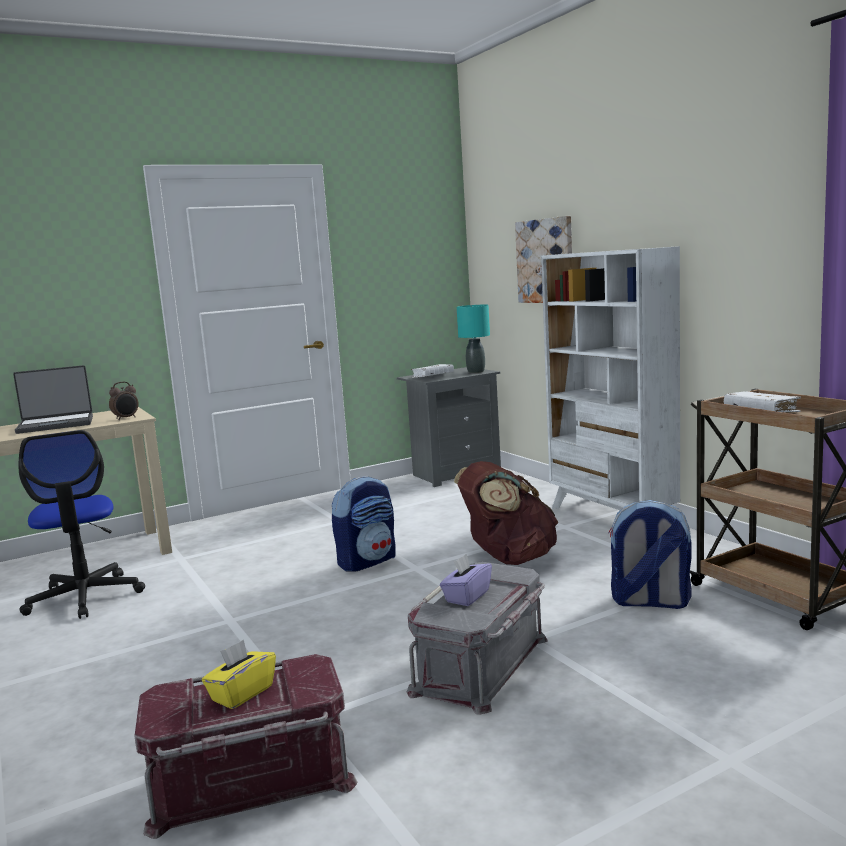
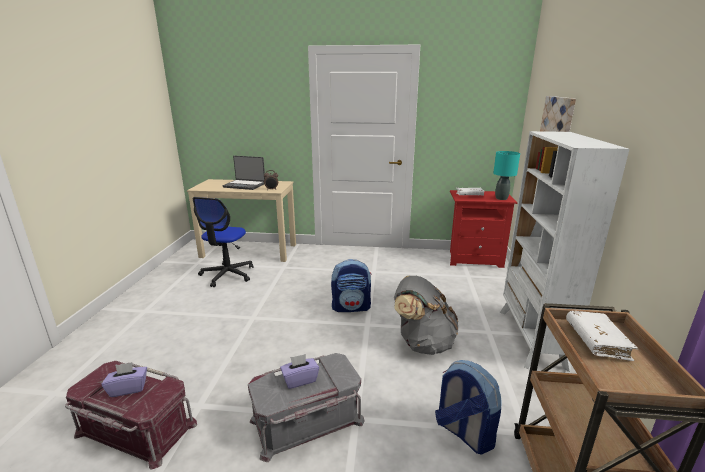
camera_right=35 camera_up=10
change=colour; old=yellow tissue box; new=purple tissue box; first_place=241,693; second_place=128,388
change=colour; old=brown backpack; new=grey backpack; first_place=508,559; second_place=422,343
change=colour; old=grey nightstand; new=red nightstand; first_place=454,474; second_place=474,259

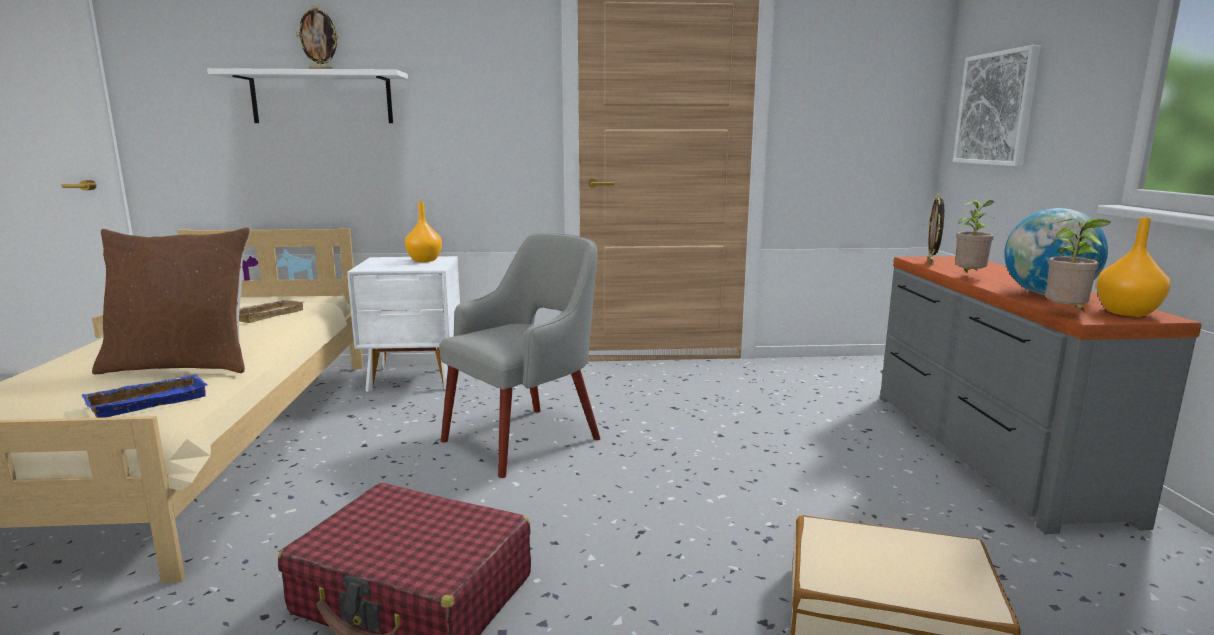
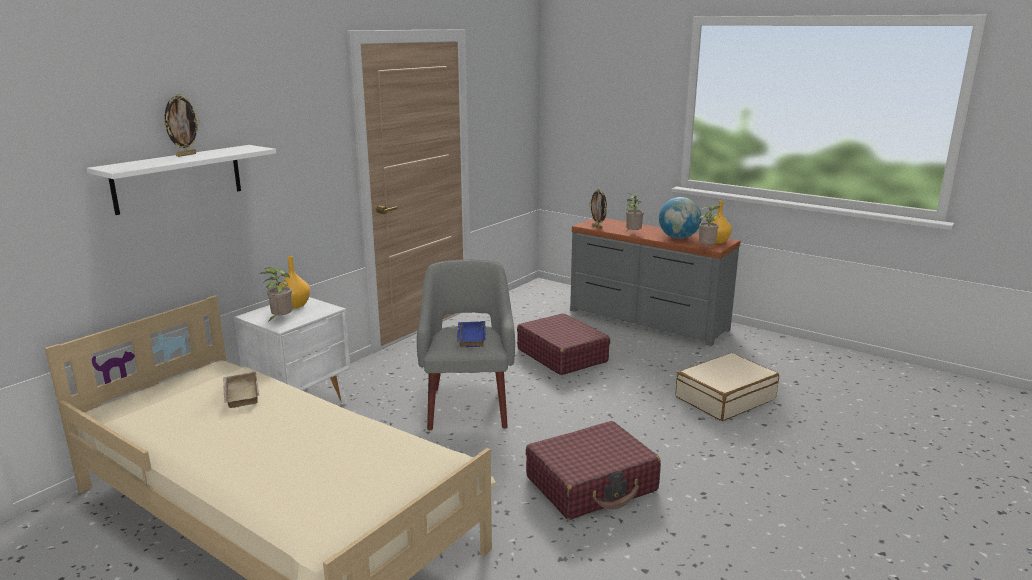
camera_right=-50 camera_up=5
change=appeared; new=potted plant; second_place=280,320
change=relocated; old=blue tray; first_place=149,401; second_place=470,337
change=appeared; new=red suitcase; second_place=562,355
change=missing; old=brown pillow; first_place=183,366
change=missing; old=picture; first_place=996,109

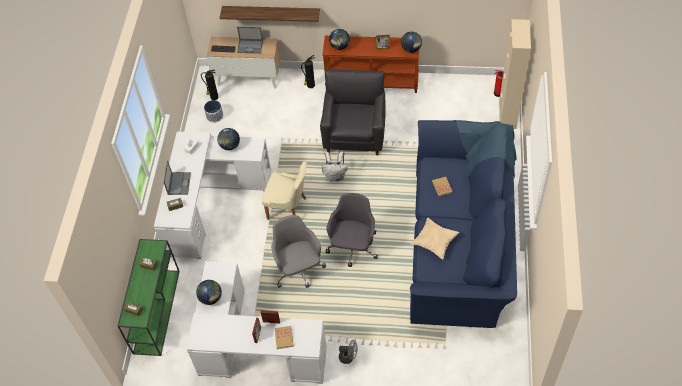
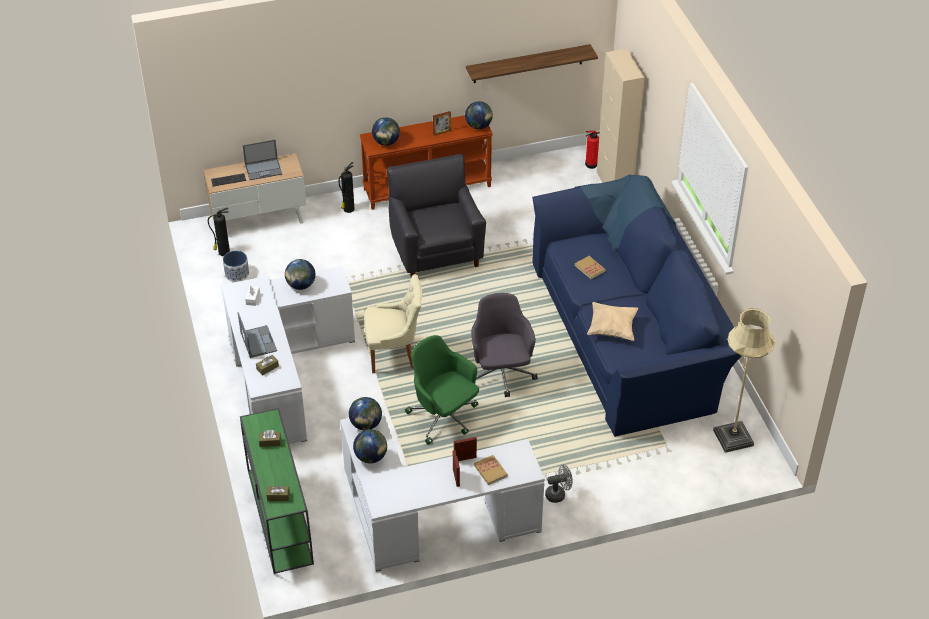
camera_right=-25 camera_up=-10
change=appeared; new=globe; second_place=366,425
change=colour; old=grey office chair; new=green office chair; first_place=298,269; second_place=444,417
change=relocated; old=shelf; first_place=271,13; second_place=528,64
change=appeared; new=beige floor lamp; second_place=733,438
change=missing; old=white backpack; first_place=335,176

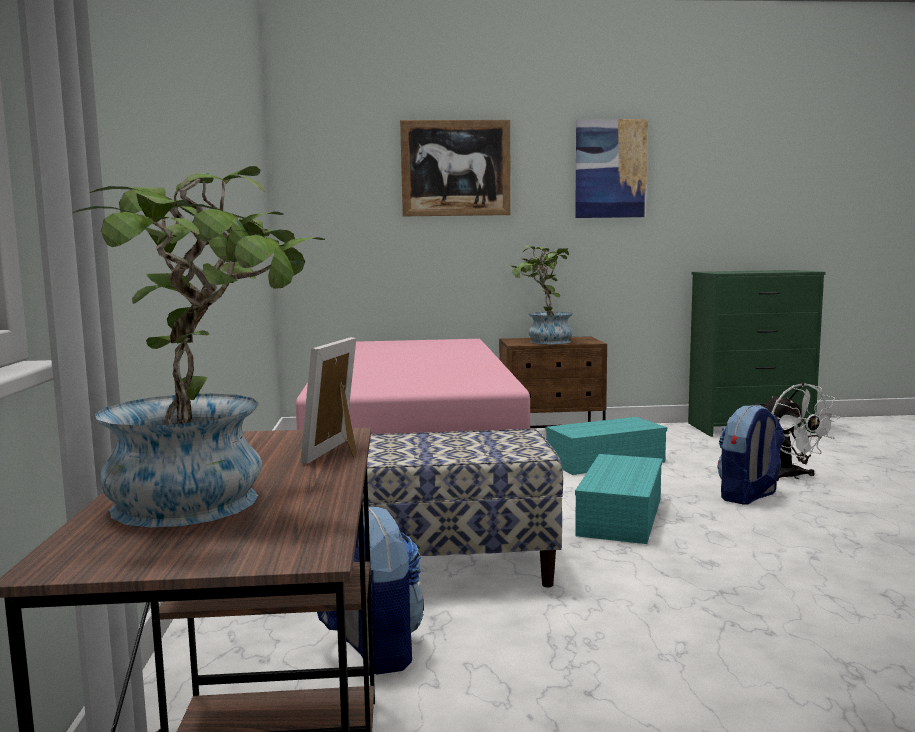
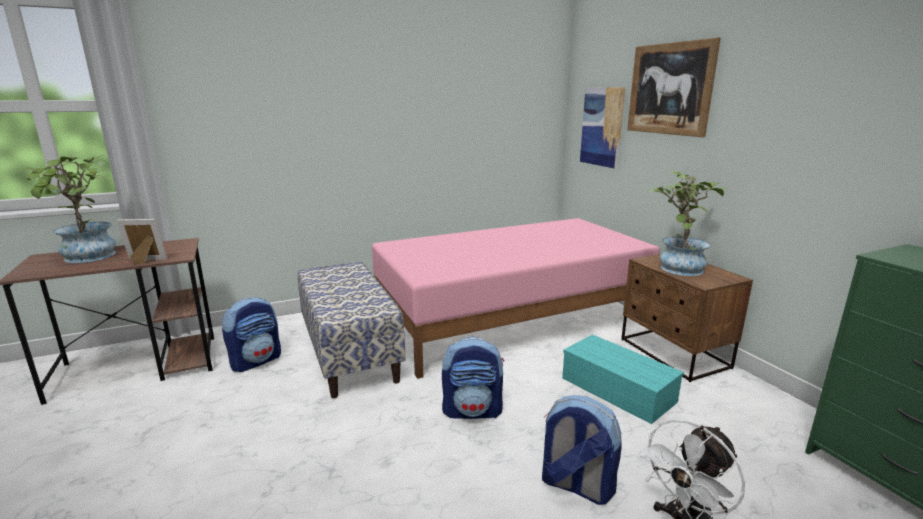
camera_right=70 camera_up=10
change=exchanged; old=turquoise storage box; new=backpack; first_place=619,515; second_place=473,410
change=relocated; old=picture; first_place=610,169; second_place=602,127

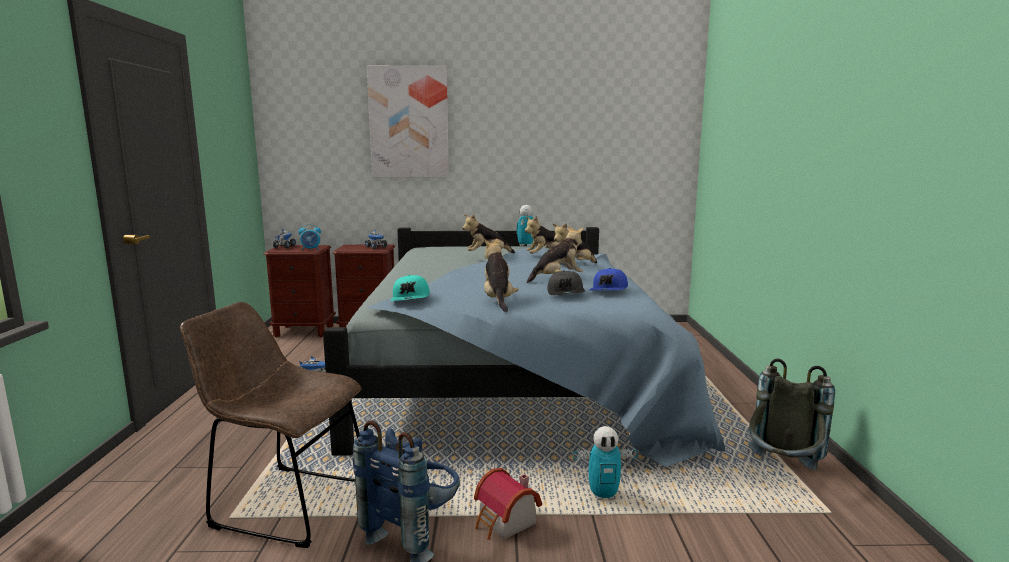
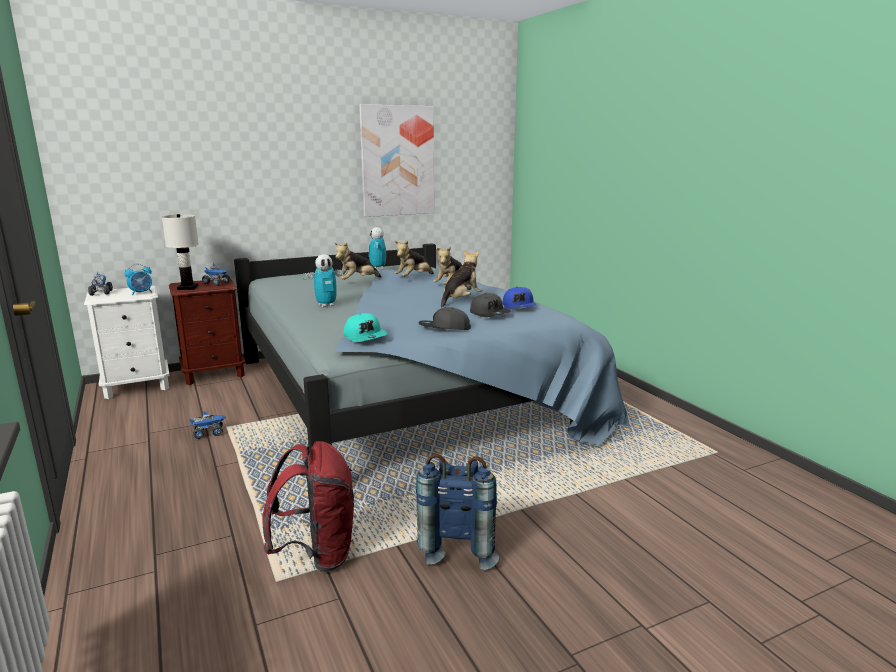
camera_right=-25 camera_up=5
change=colour; old=brown nightstand; new=white nightstand; first_place=304,331; second_place=137,386
change=appeared; new=white table lamp; second_place=187,287
change=exchanged; old=brown chair; new=red backpack; first_place=285,503; second_place=317,554
change=relocated; old=toy robot; first_place=603,496; second_place=326,305
change=relocated; old=picture; first_place=409,122; second_place=397,161
change=exchanged; old=plush toy; new=grey cap; first_place=498,301; second_place=444,328
change=missing; old=toy house; first_place=505,523
change=missing; old=grey backpack; first_place=782,471

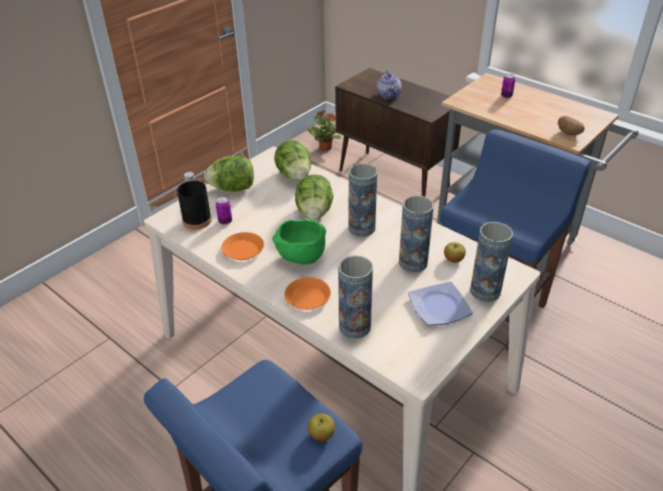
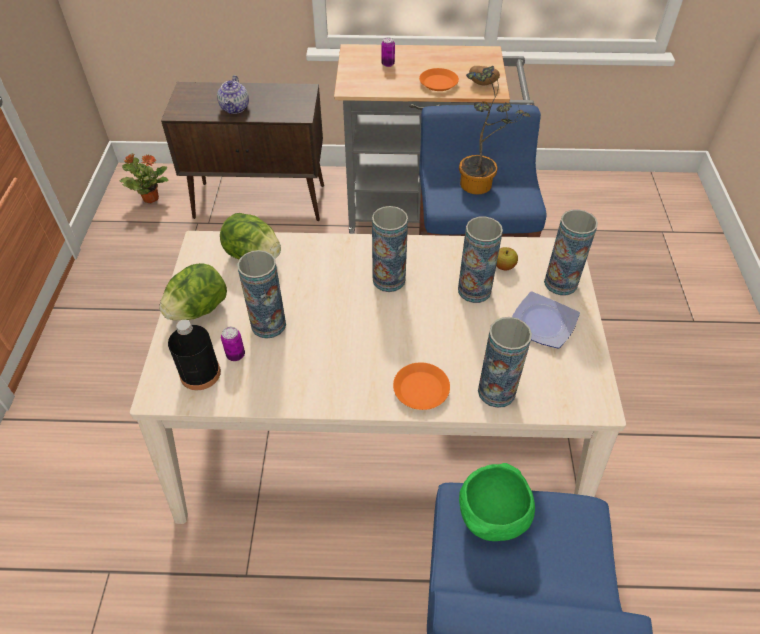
camera_right=-40 camera_up=10
change=spun; old=teapot; first_place=389,95; second_place=235,108; degrees=45
change=appeared; new=vase; second_place=268,324
change=relocated; old=orange plate; first_place=243,249; second_place=438,83
change=appeared; new=potted plant; second_place=481,184
change=relocated; old=green bowl; first_place=300,258; second_place=492,519
change=missing; old=lettuce; first_place=314,213
change=missing; old=apple; first_place=321,434

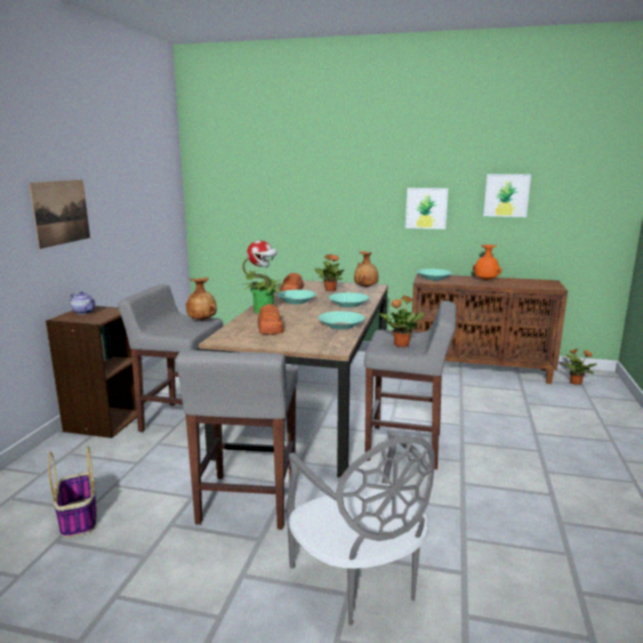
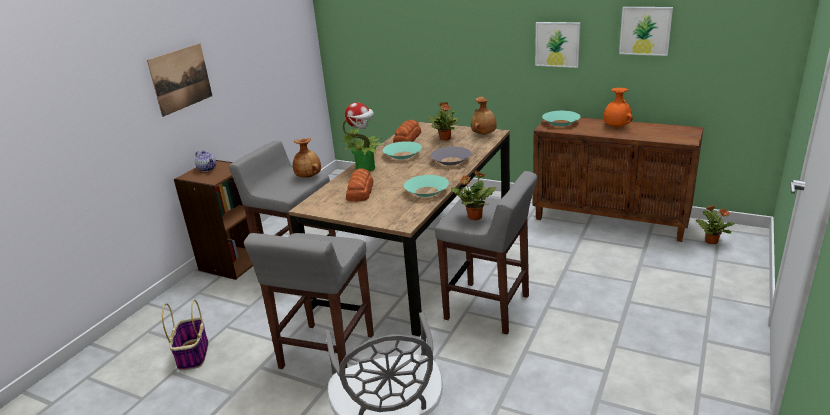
camera_right=15 camera_up=10
change=colour; old=turquoise bowl; new=grey bowl; first_place=348,304; second_place=451,161

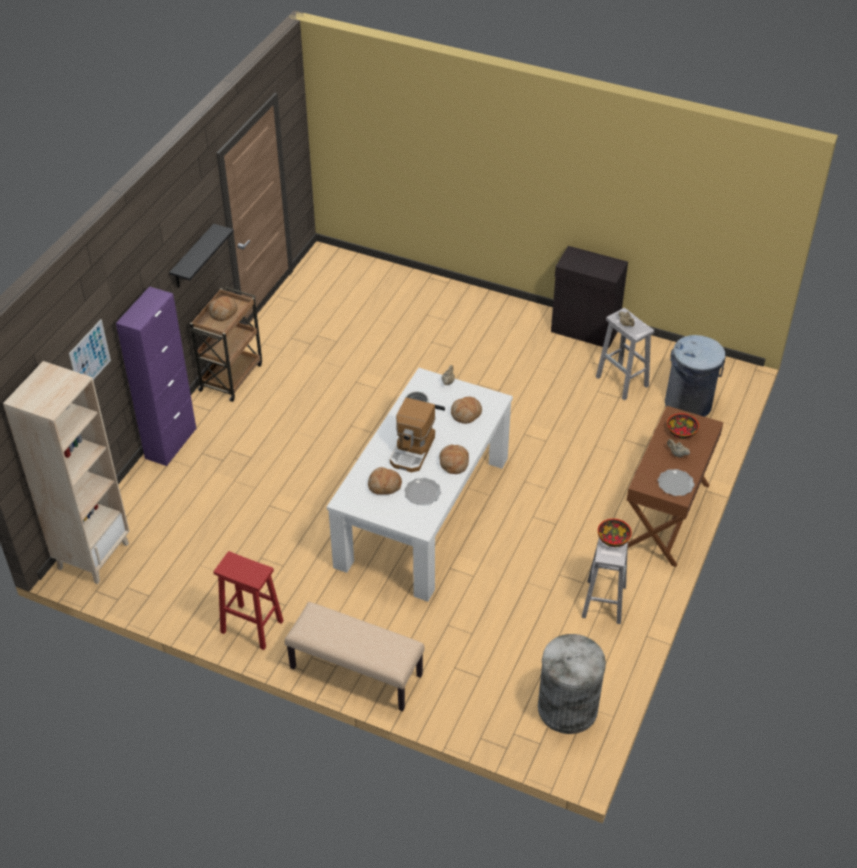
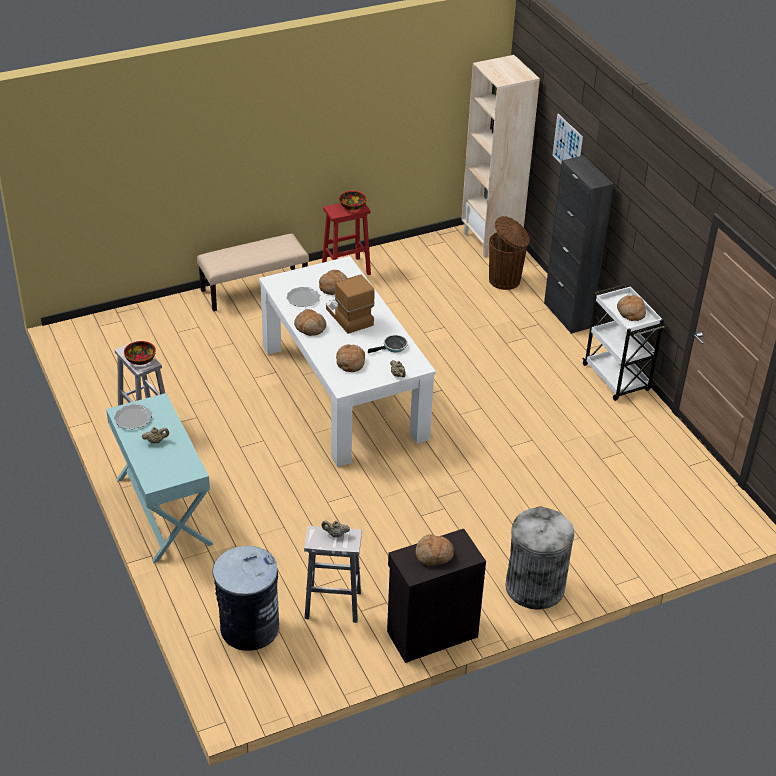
camera_right=130 camera_up=-5
change=colour; old=brown console table; new=turquoise console table; first_place=666,516; second_place=163,511
change=relocated; old=bowl; first_place=681,432; second_place=352,206
change=appeared; new=bread; second_place=434,555
change=appeared; new=brown trash can; second_place=505,280
change=relocated; old=grey trash can; first_place=567,708; second_place=534,586
change=colour; old=purple cabinet; new=black cabinet; first_place=171,443; second_place=567,315
change=colour; old=brown cart; new=white cart; first_place=231,376; second_place=616,379
change=missing; old=black shelf; first_place=193,258

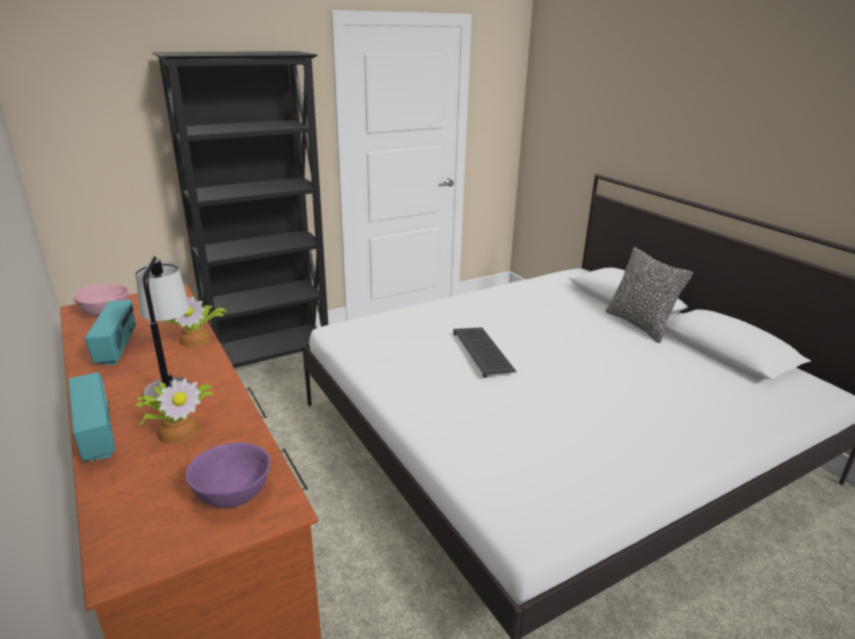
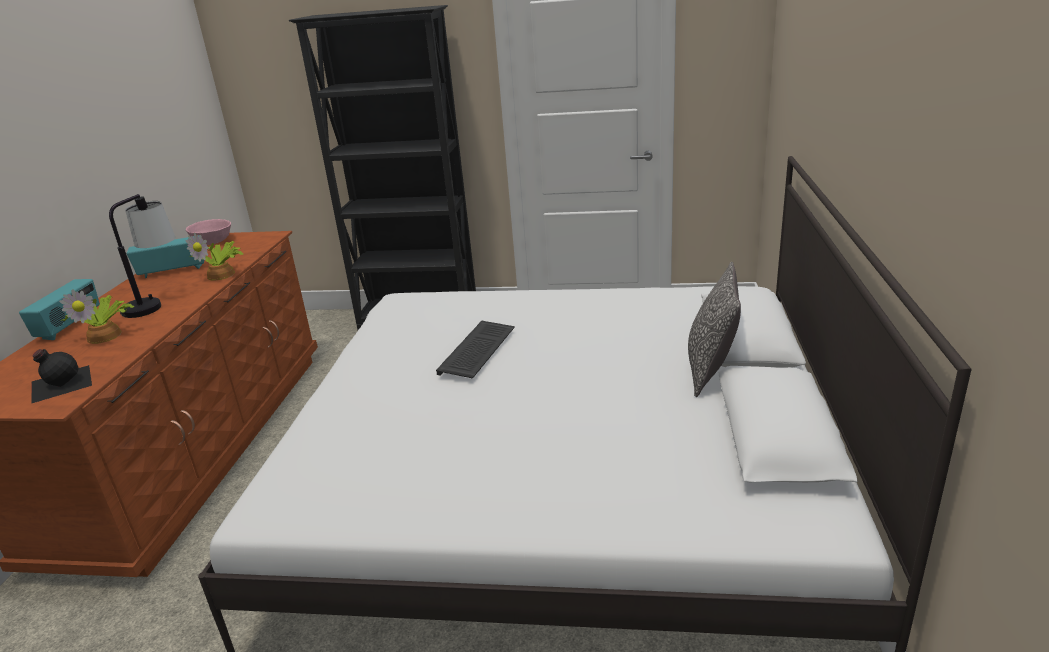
camera_right=40 camera_up=0
change=exchanged; old=purple bowl; new=black bottle; first_place=232,491; second_place=60,383
change=spun; old=radio; first_place=118,348; second_place=173,271; degrees=-135

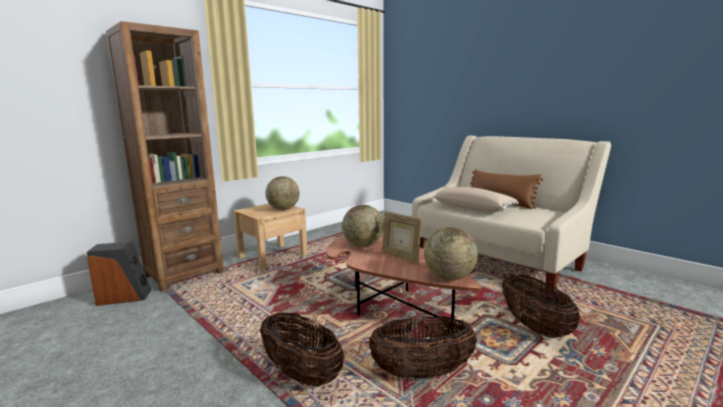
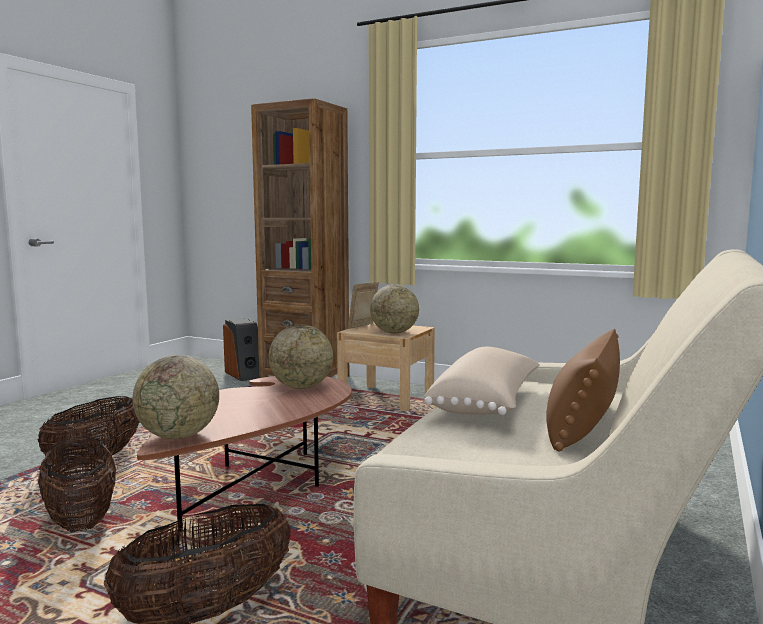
camera_right=70 camera_up=-5
change=relocated; old=picture frame; first_place=400,257; second_place=363,327

